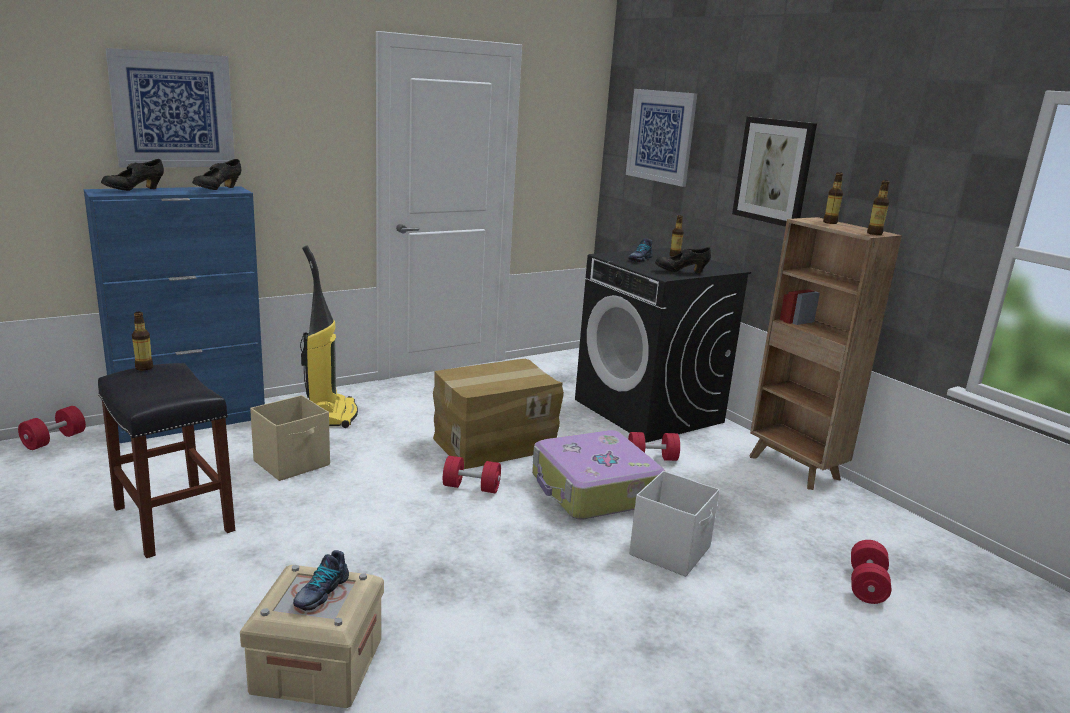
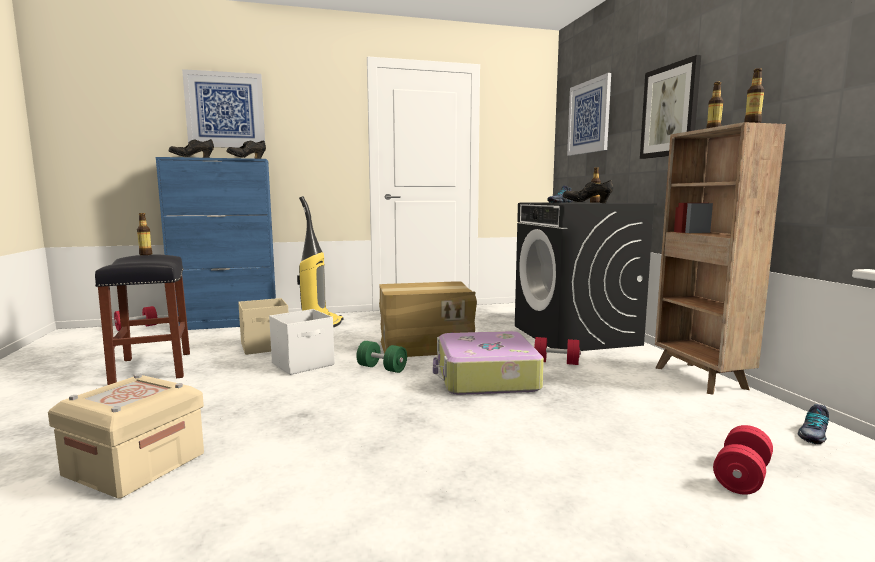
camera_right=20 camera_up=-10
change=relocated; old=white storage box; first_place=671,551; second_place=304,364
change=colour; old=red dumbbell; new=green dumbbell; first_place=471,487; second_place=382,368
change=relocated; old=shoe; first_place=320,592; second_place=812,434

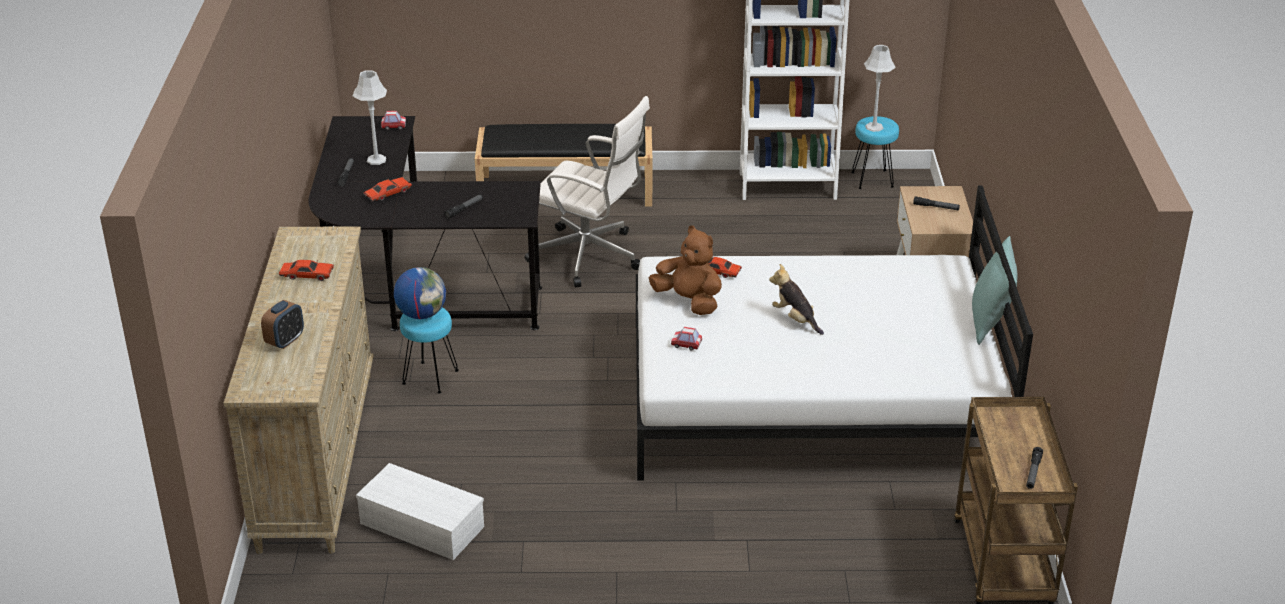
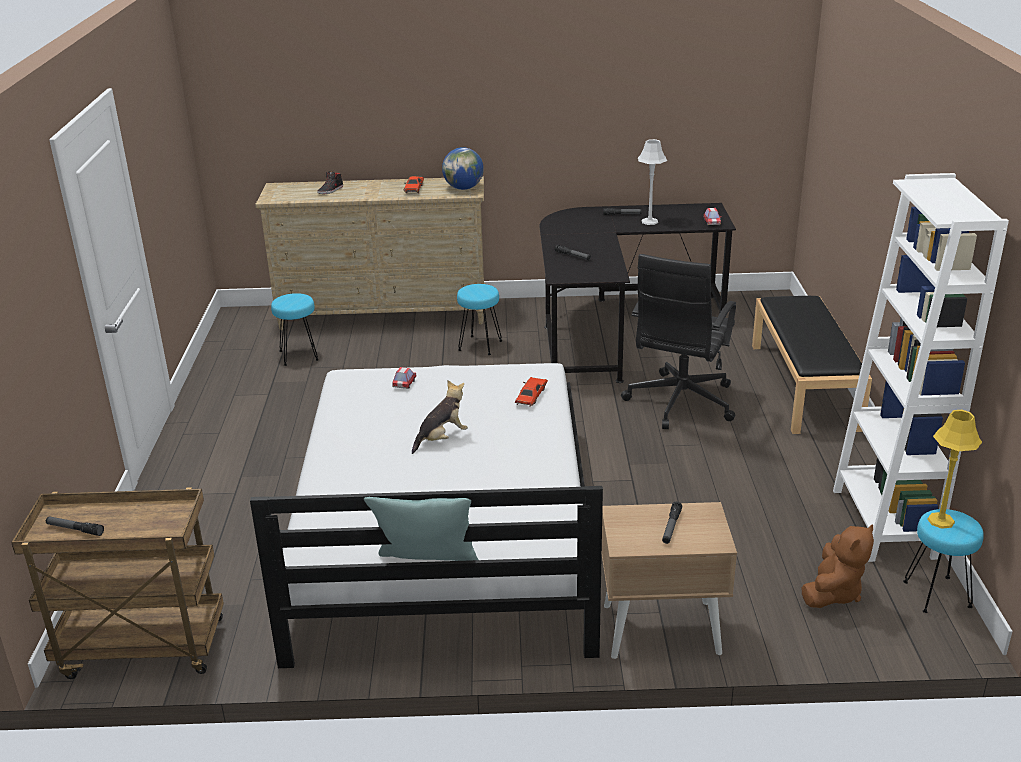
camera_right=90 camera_up=-5
change=exchanged; old=white storage box; new=turquoise stool; first_place=420,525; second_place=299,355
change=exchanged; old=alarm clock; new=black shoe; first_place=285,341; second_place=331,190
change=relocated; old=globe; first_place=421,314; second_place=464,188
change=colour; old=white office chair; new=black office chair; first_place=589,257; second_place=679,403
change=relocated; old=brown plush toy; first_place=688,301; second_place=833,593
change=colour; old=grey table lamp; new=yellow table lamp; first_place=874,127; second_place=941,520
change=missing; old=red toy car; first_place=388,194

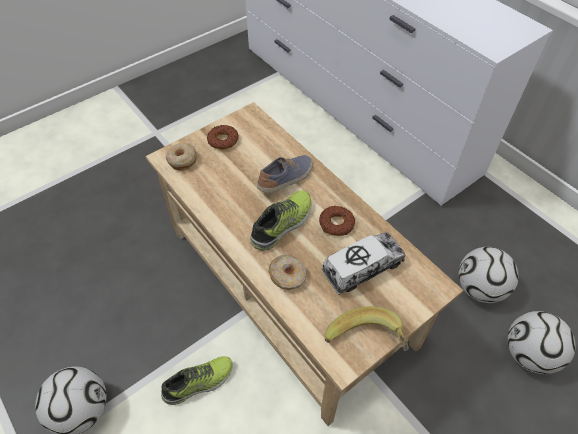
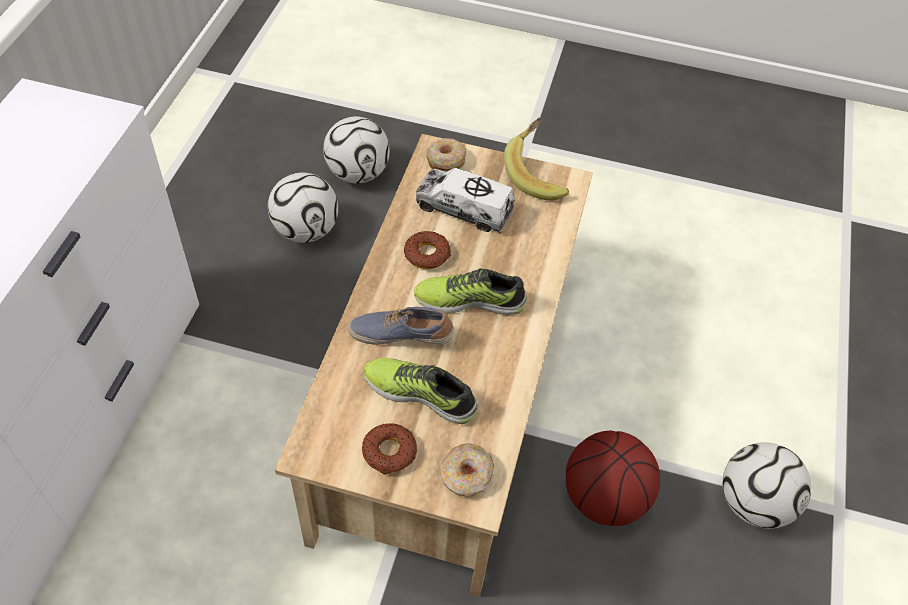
camera_right=-130 camera_up=0
change=relocated; old=shoe; first_place=199,383; second_place=421,393
change=relocated; old=donut; first_place=288,276; second_place=445,161
change=appeared; new=basketball; second_place=604,497

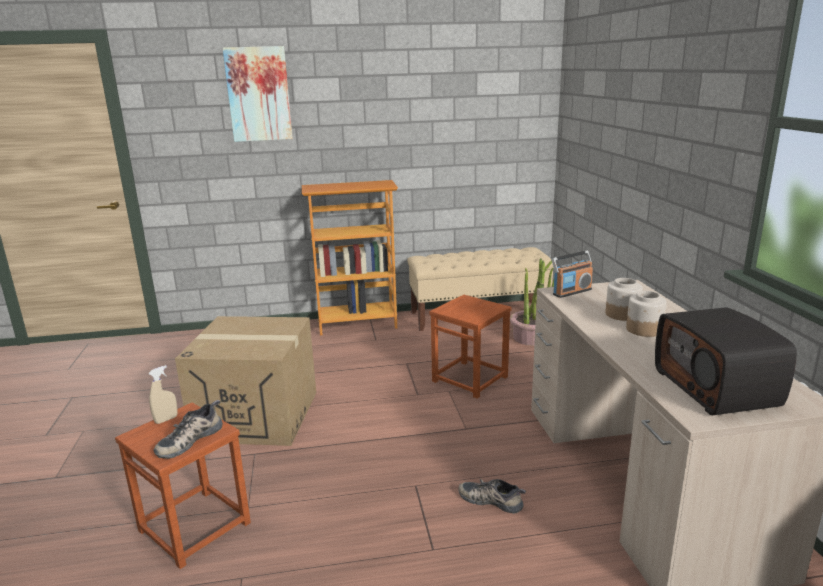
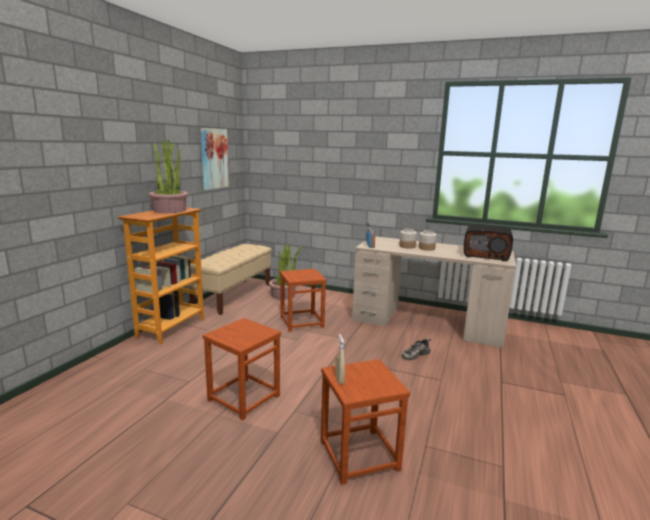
camera_right=-60 camera_up=-5
change=appeared; new=potted plant; second_place=169,210
change=relocated; old=picture; first_place=258,94; second_place=214,159
change=exchanged; old=cardboard box; new=brown stool; first_place=257,415; second_place=243,397
change=missing; old=shoe; first_place=189,439

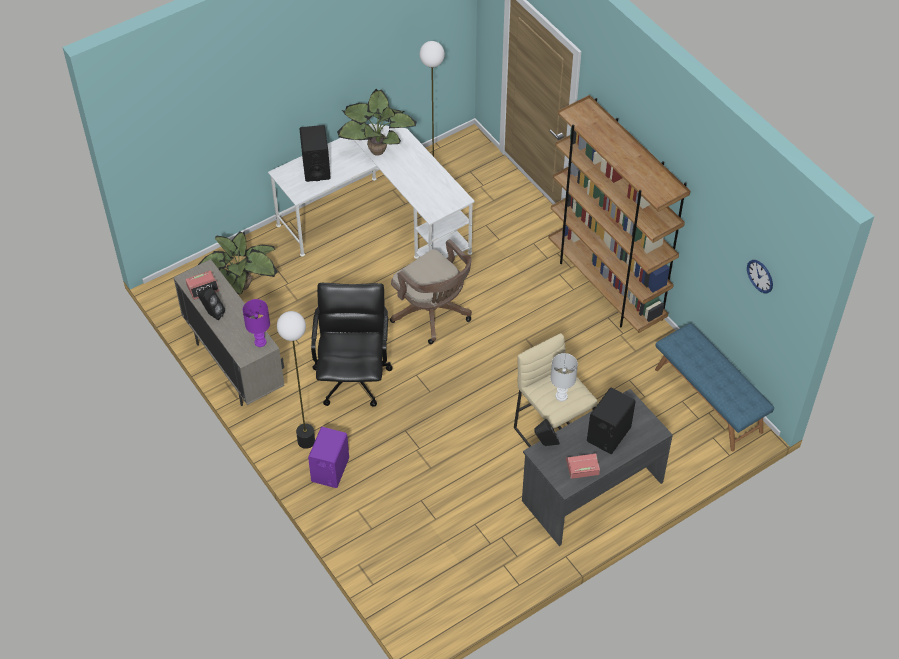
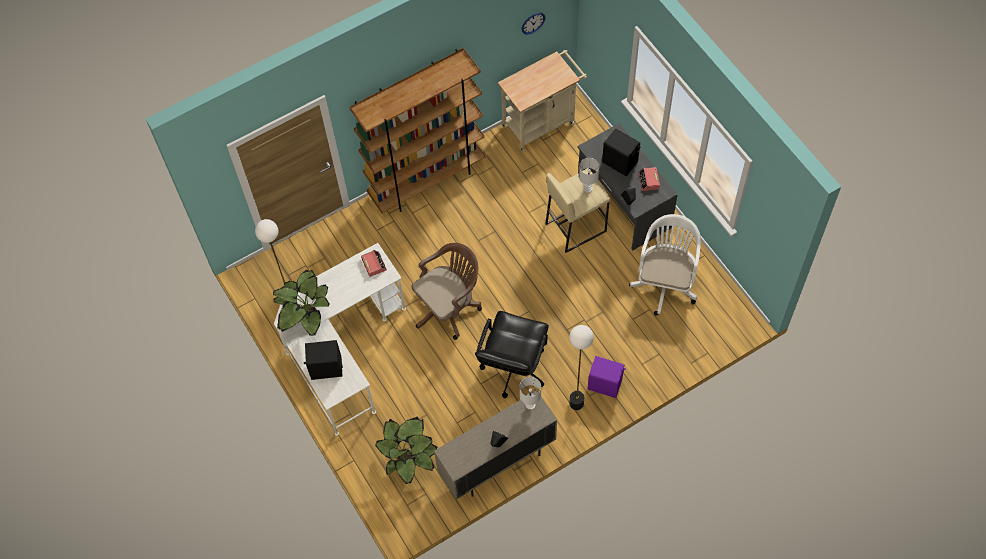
camera_right=-85 camera_up=10
change=relocated; old=alarm clock; first_place=203,287; second_place=374,264
change=spun; old=black office chair; first_place=353,378; second_place=513,368; degrees=-75
change=exchanged; old=blue bench; new=beige cart; first_place=709,400; second_place=542,122
change=colour; old=purple table lamp; new=white table lamp; first_place=261,342; second_place=530,404
change=appeared; new=white office chair; second_place=665,282

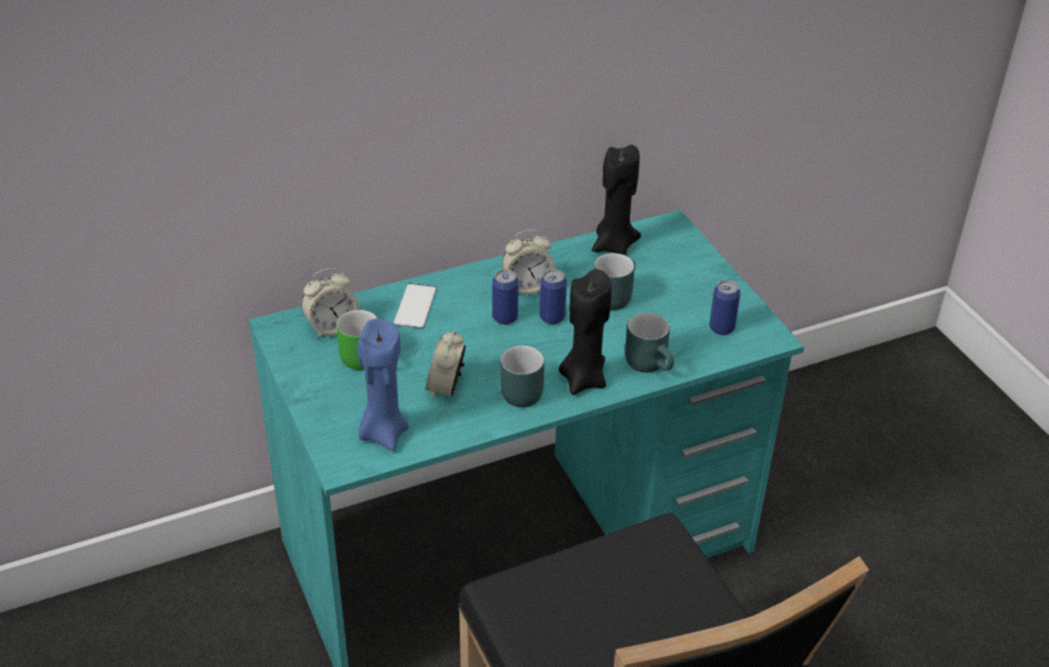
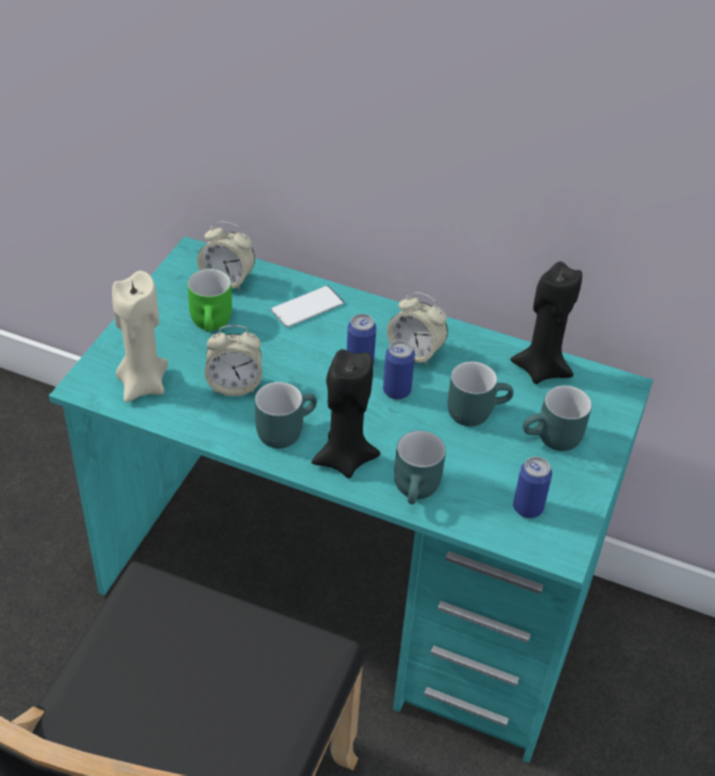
camera_right=45 camera_up=5
change=colour; old=blue candle; new=beige candle; first_place=383,433; second_place=143,384
change=spun; old=alarm clock; first_place=446,388; second_place=234,385; degrees=-150
change=appeared; new=turquoise mug; second_place=553,440

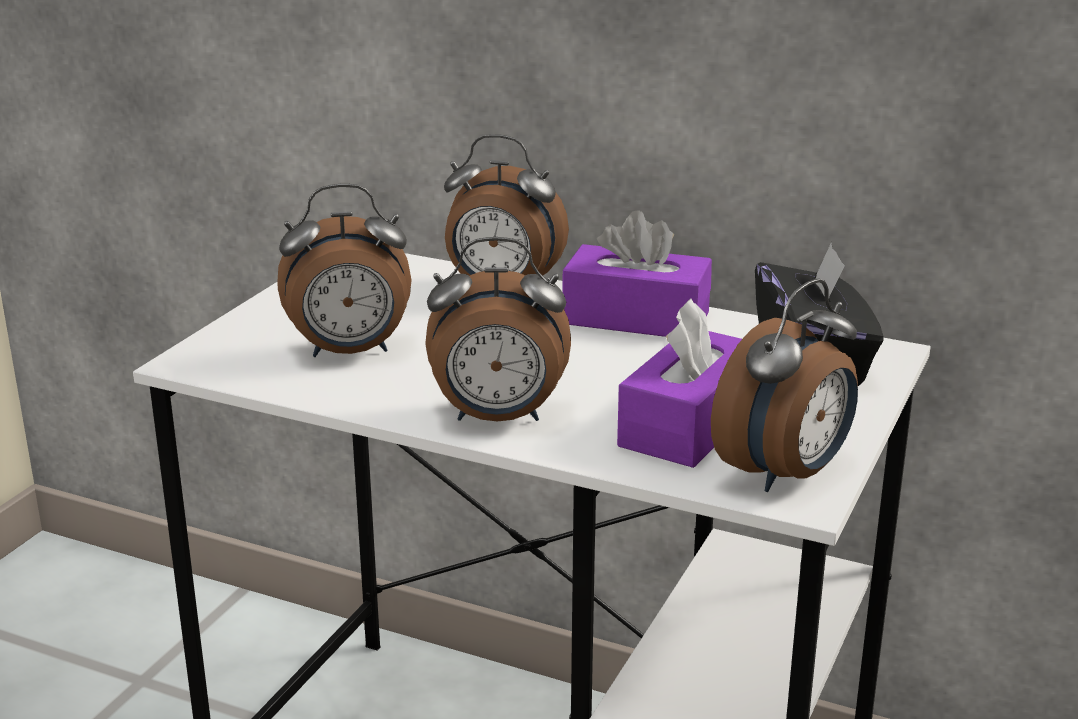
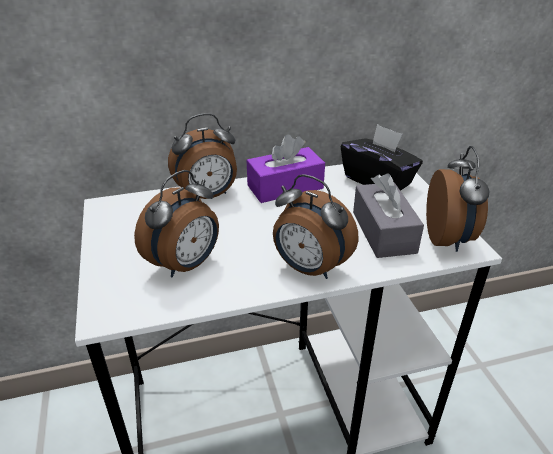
camera_right=-40 camera_up=10
change=spun; old=alarm clock; first_place=498,418; second_place=309,268; degrees=75
change=colour; old=purple tissue box; new=grey tissue box; first_place=689,424; second_place=383,232

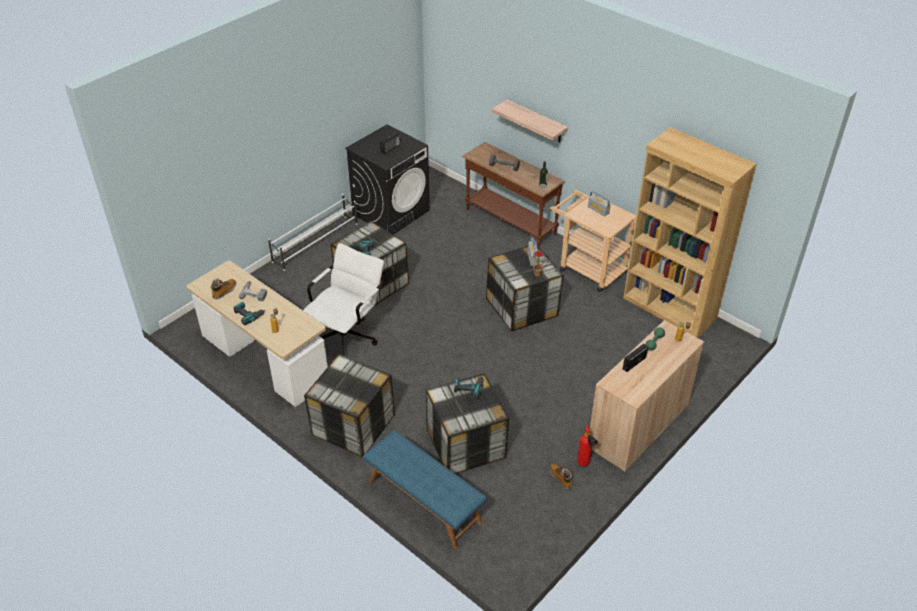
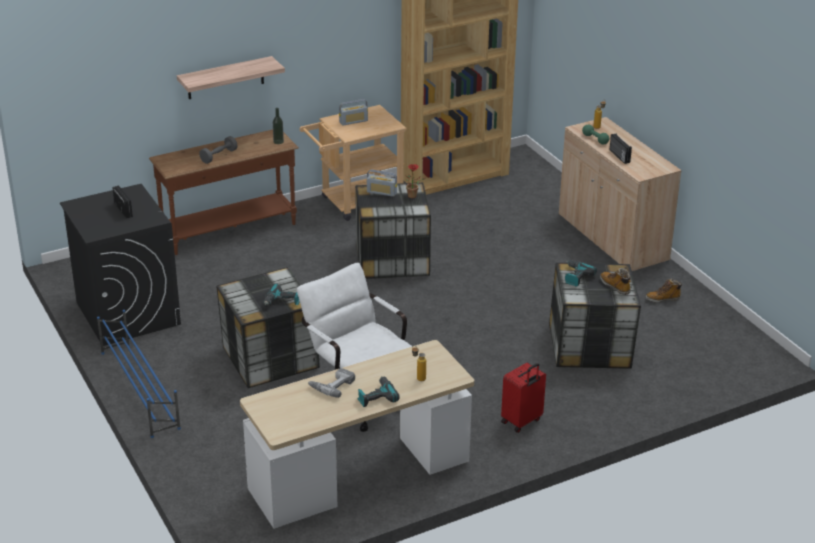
camera_right=-70 camera_up=-10
change=colour; old=white shoe rack; new=blue shoe rack; first_place=316,242; second_place=139,389
change=exchanged; old=storage box; new=red suitcase; first_place=352,425; second_place=522,421
change=relocated; old=boot; first_place=224,291; second_place=615,286
change=missing; old=blue bench; first_place=424,502
change=missing; old=fire extinguisher; first_place=584,465

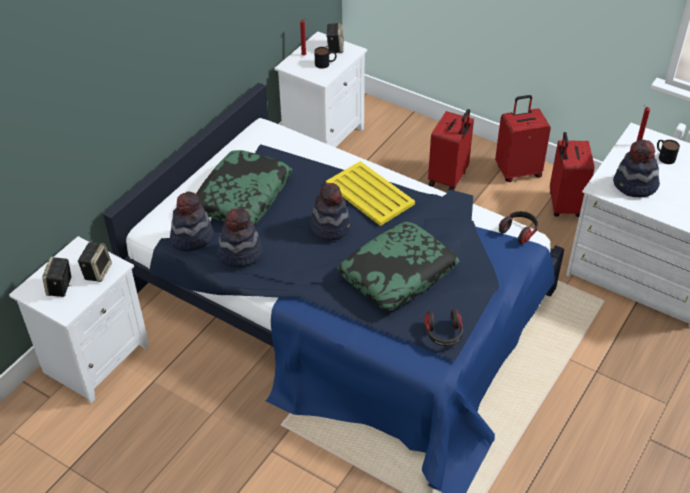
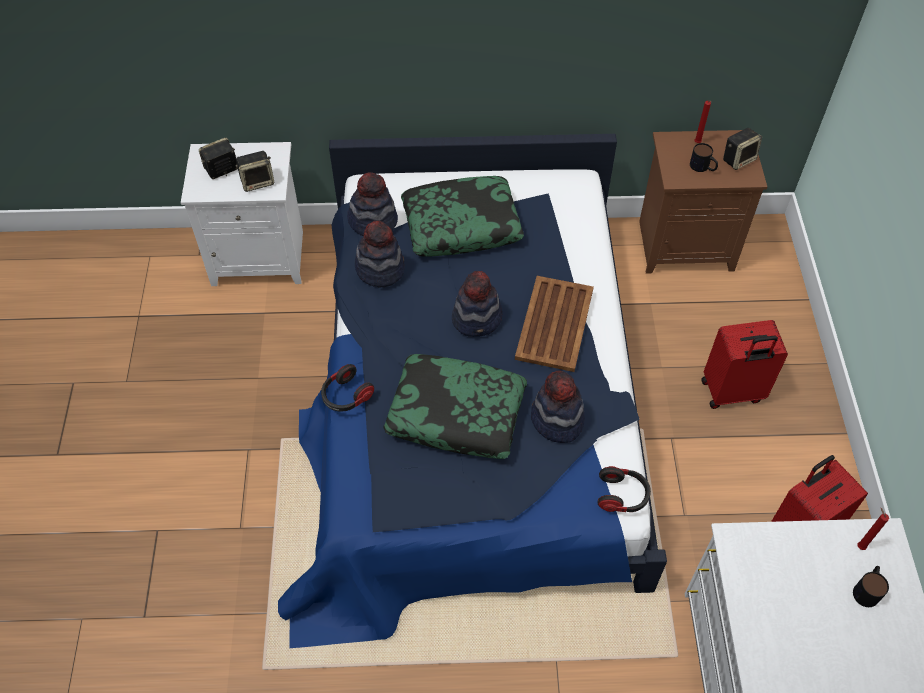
camera_right=55 camera_up=10
change=relocated; old=headphones; first_place=443,334; second_place=346,396
change=colour; old=yellow tray; new=brown tray; first_place=369,193; second_place=555,323
change=relocated; old=hat; first_place=634,186; second_place=556,420
change=colour; old=white nightstand; new=brown nightstand; first_place=323,136; second_place=686,244
change=missing; old=red suitcase; first_place=518,171

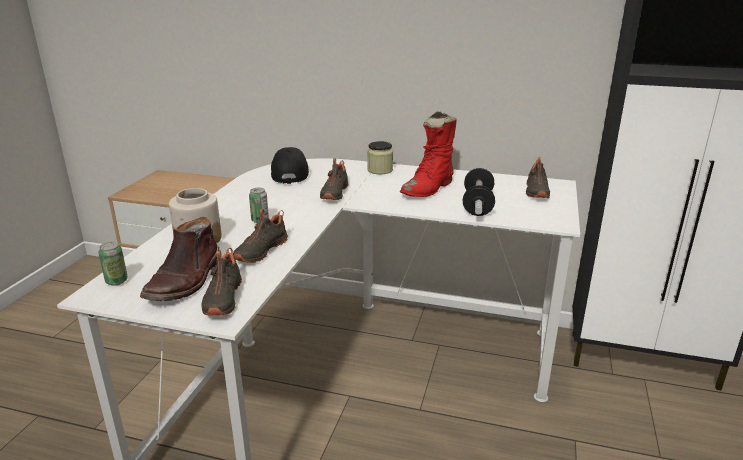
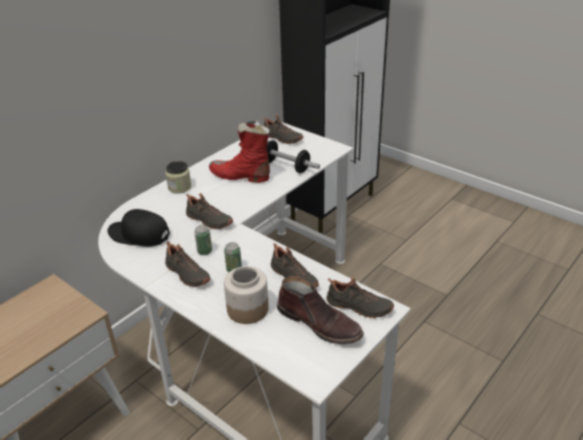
camera_right=-65 camera_up=10
change=appeared; new=black shoe; second_place=186,274
change=relocated; old=can; first_place=116,281; second_place=204,251
change=spun; old=red boot; first_place=429,189; second_place=240,176; degrees=135

